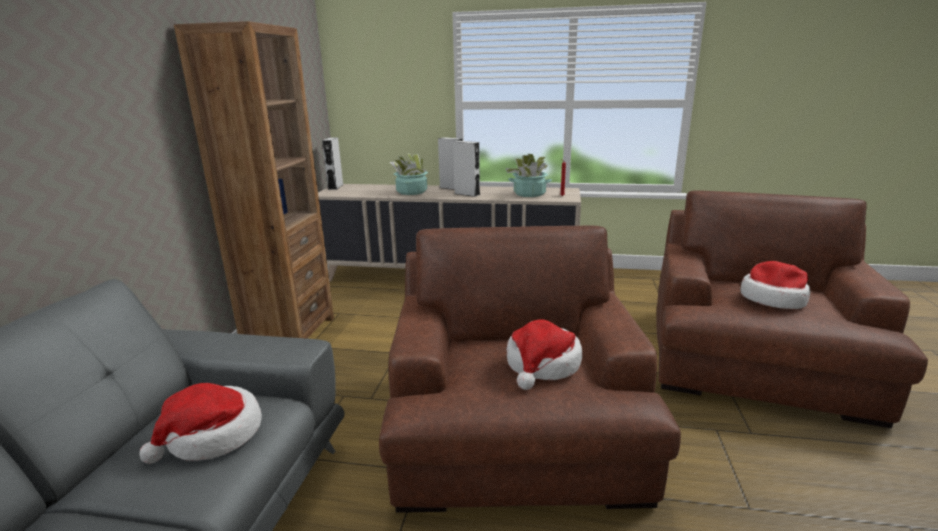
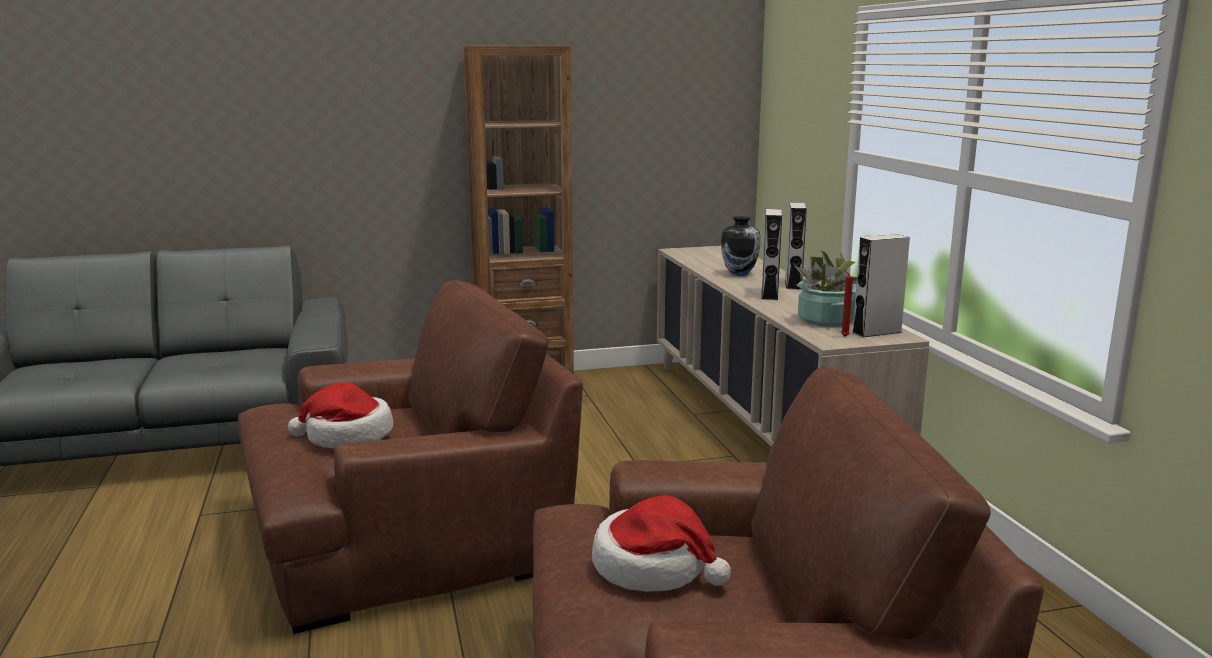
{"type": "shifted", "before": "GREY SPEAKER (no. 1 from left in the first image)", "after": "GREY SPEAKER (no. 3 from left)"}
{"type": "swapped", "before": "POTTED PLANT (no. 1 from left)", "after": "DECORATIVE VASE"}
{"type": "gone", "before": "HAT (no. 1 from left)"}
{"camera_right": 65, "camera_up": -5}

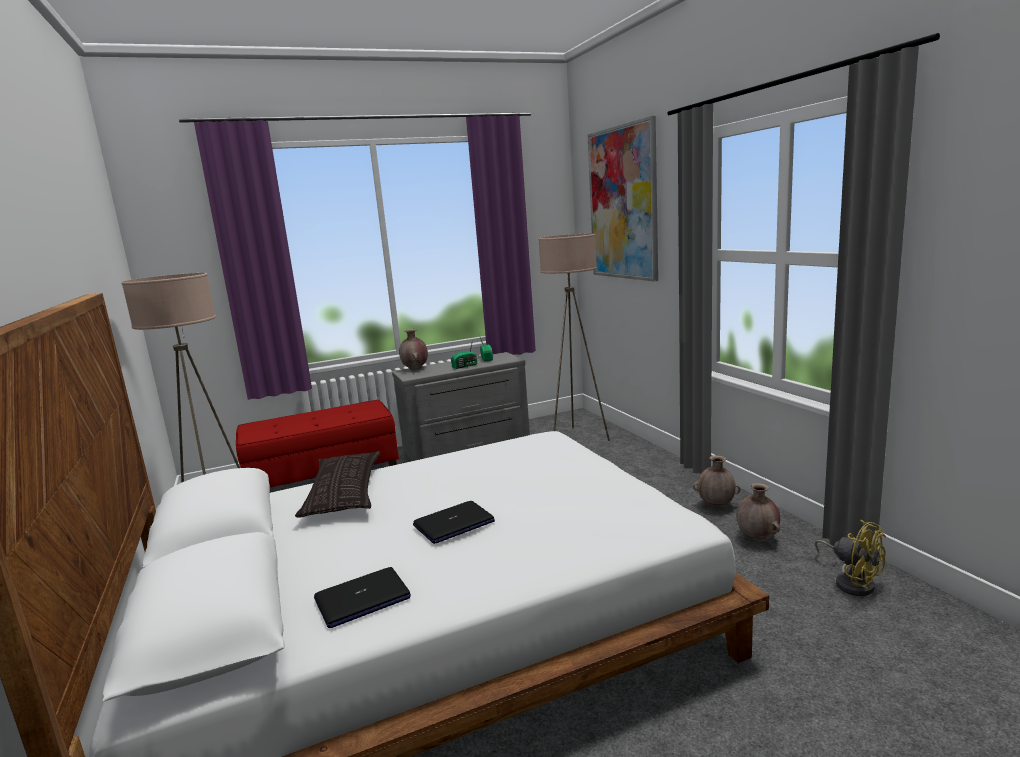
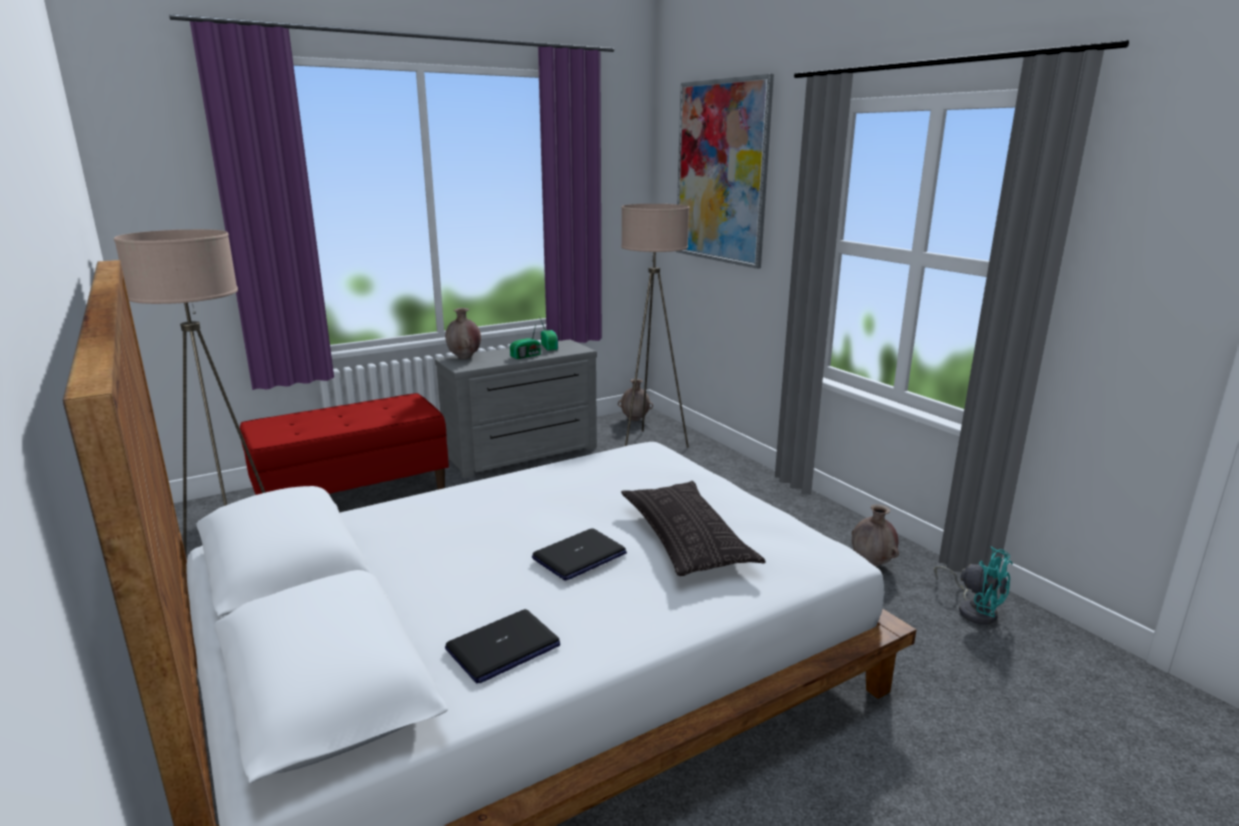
{"type": "shifted", "before": "PILLOW"}
{"type": "shifted", "before": "BROWN DECORATIVE VASE (no. 2 from left)"}
{"type": "repainted", "before": "YELLOWISH COOLING FAN", "after": "BLUE-GREEN COOLING FAN"}
{"camera_right": -10, "camera_up": 5}

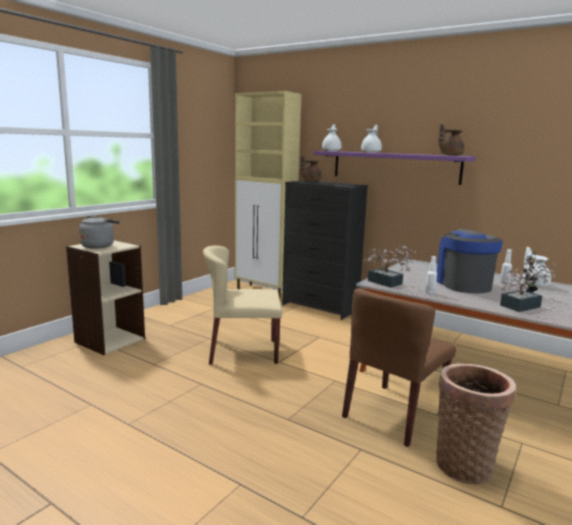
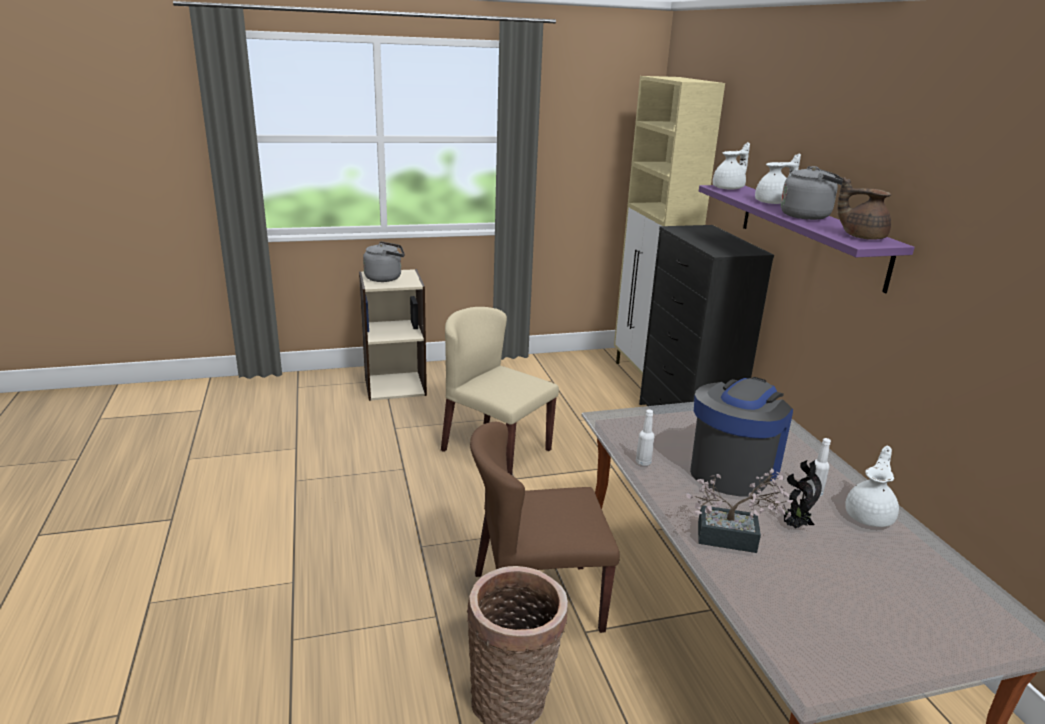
{"type": "gone", "before": "BROWN POT FOR TEA (no. 1 from left)"}
{"type": "gone", "before": "POTTED PLANT (no. 1 from left)"}
{"type": "new", "after": "GREY WATER KETTLE (no. 2 from left)"}
{"camera_right": 40, "camera_up": 10}

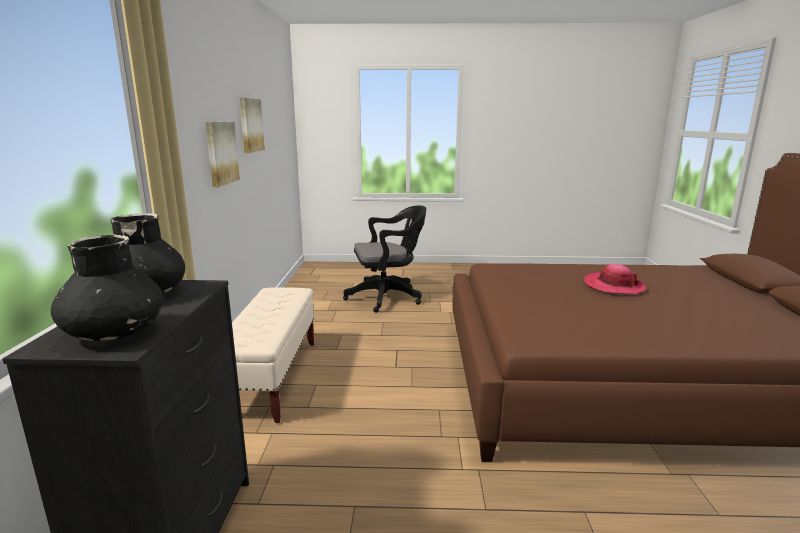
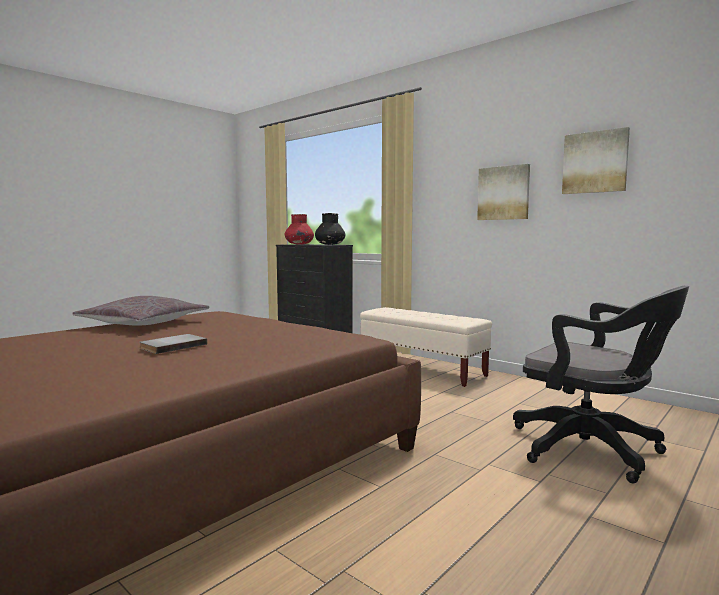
{"type": "rotated", "before": "BLACK-COLOURED OFFICE CHAIR", "turn": -75}
{"type": "repainted", "before": "BLACK-COLOURED DECORATIVE VASE (no. 1 from left)", "after": "RED DECORATIVE VASE"}
{"type": "swapped", "before": "HAT", "after": "GREY BOUND BOOK"}
{"type": "new", "after": "GREY PILLOW"}
{"camera_right": 130, "camera_up": -10}

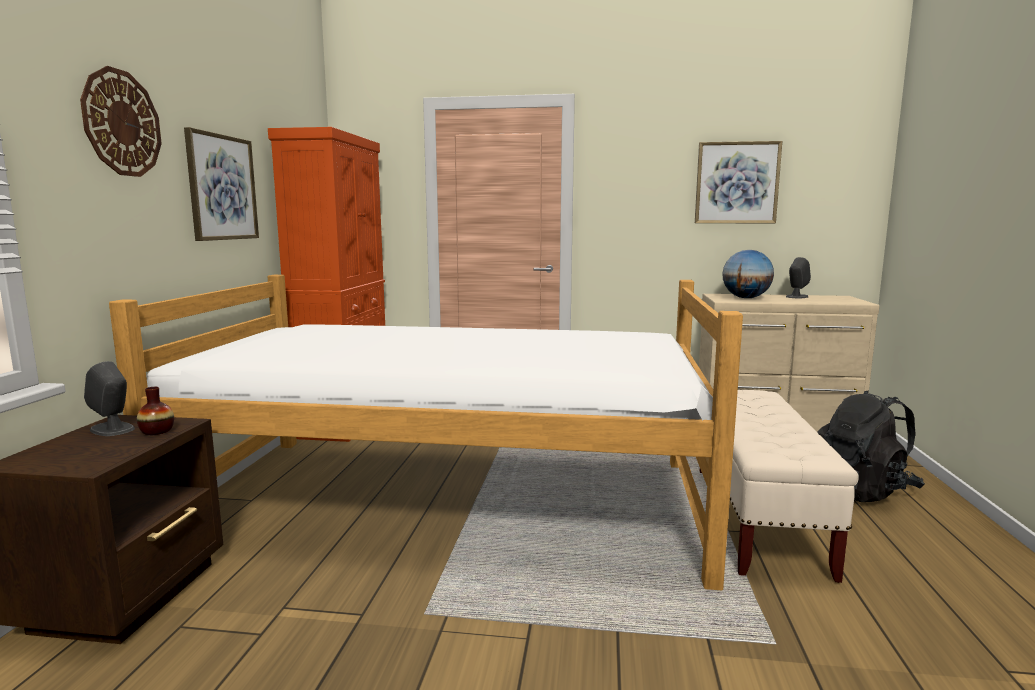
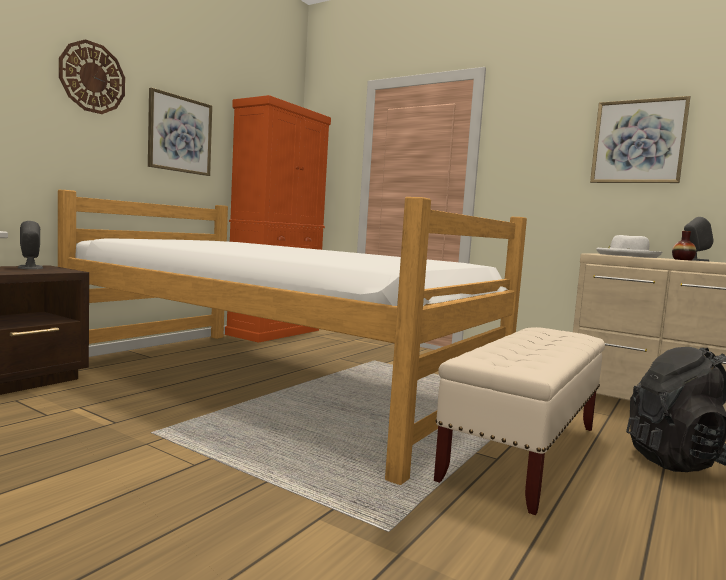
{"type": "swapped", "before": "WORLD GLOBE", "after": "WHITE-COLOURED HAT"}
{"type": "shifted", "before": "DECORATIVE VASE"}
{"camera_right": 25, "camera_up": -5}

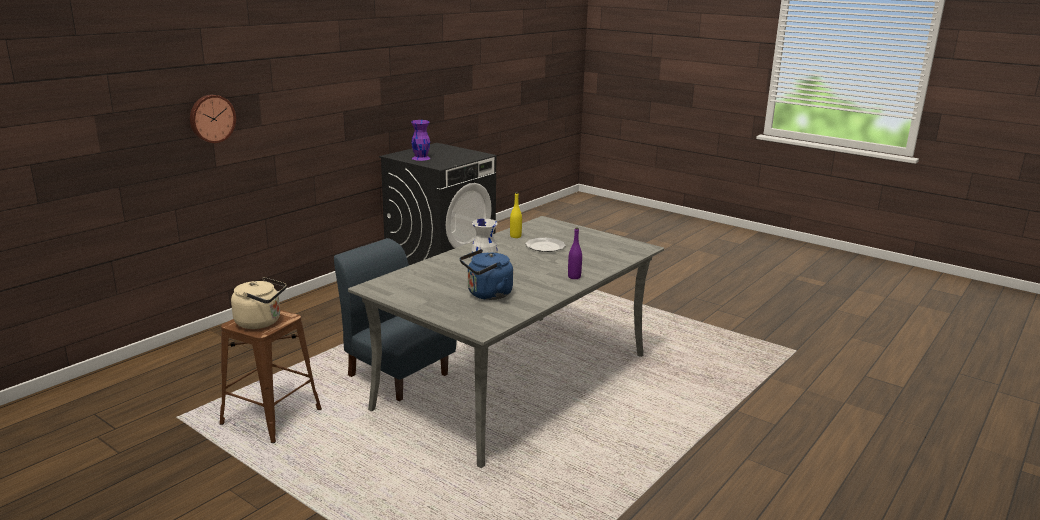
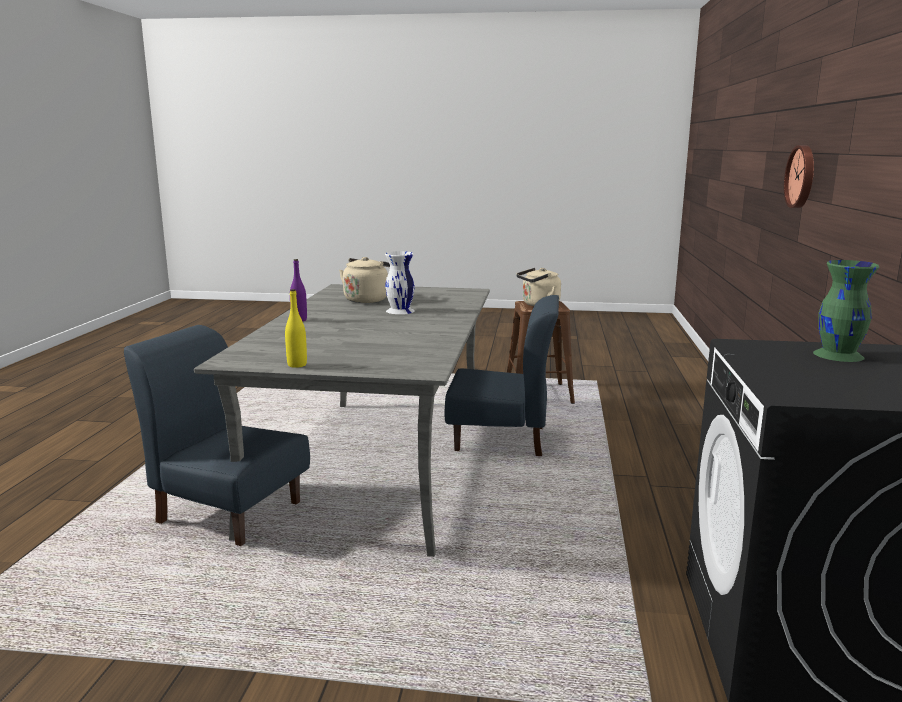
{"type": "repainted", "before": "PURPLISH DECORATIVE VASE", "after": "GREENISH DECORATIVE VASE"}
{"type": "shifted", "before": "YELLOWISH BOTTLE"}
{"type": "gone", "before": "DINNER PLATE"}
{"type": "repainted", "before": "BLUE-COLOURED WATER KETTLE", "after": "BEIGE-COLOURED WATER KETTLE (no. 1 from left)"}
{"type": "new", "after": "BLUE-COLOURED UPRIGHT CHAIR (no. 1 from left)"}
{"camera_right": 150, "camera_up": -5}

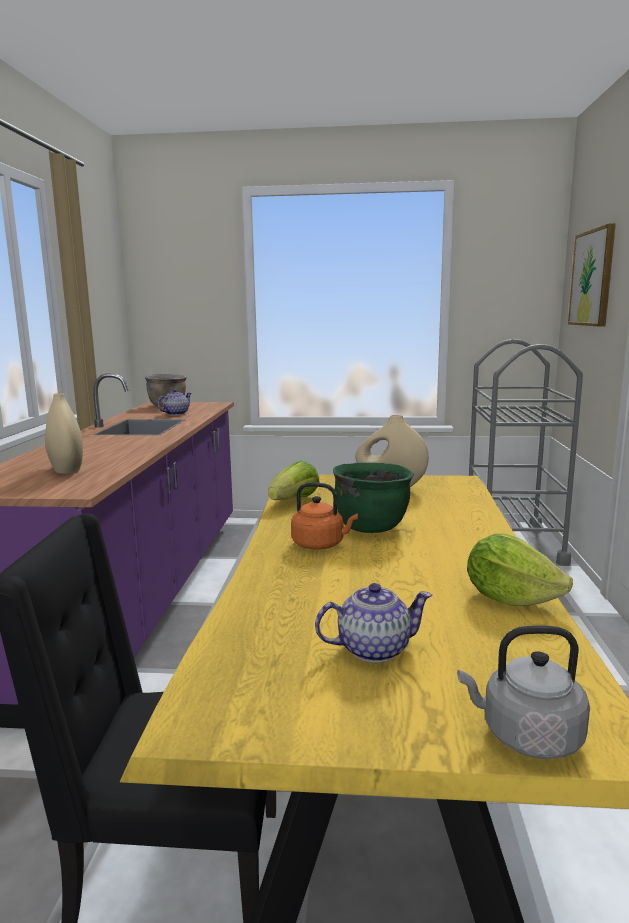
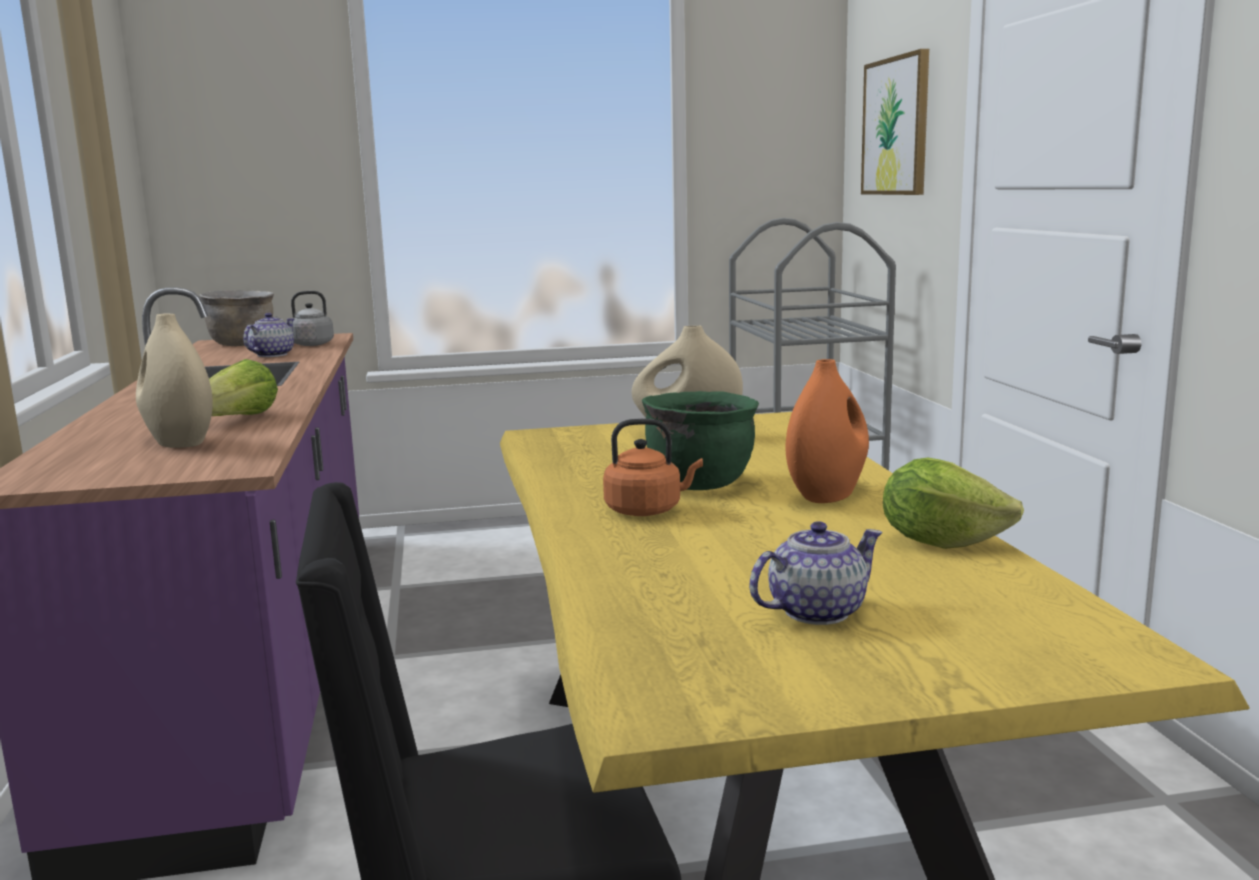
{"type": "shifted", "before": "LETTUCE HEAD (no. 1 from left)"}
{"type": "shifted", "before": "GREY WATER KETTLE"}
{"type": "new", "after": "ORANGEY DECORATIVE VASE"}
{"camera_right": -15, "camera_up": 0}

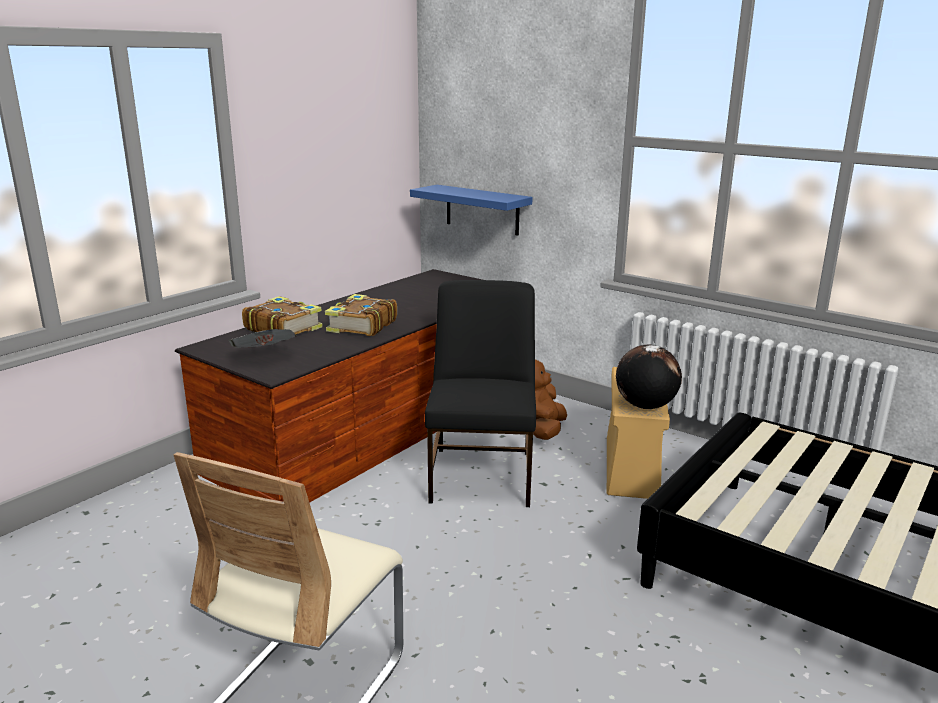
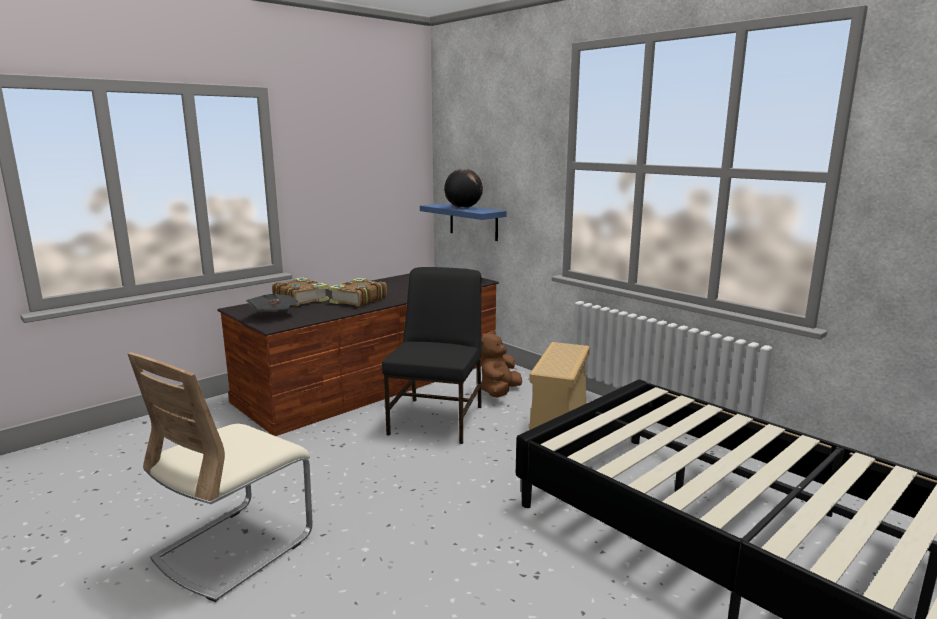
{"type": "shifted", "before": "WORLD GLOBE"}
{"camera_right": 10, "camera_up": -5}

